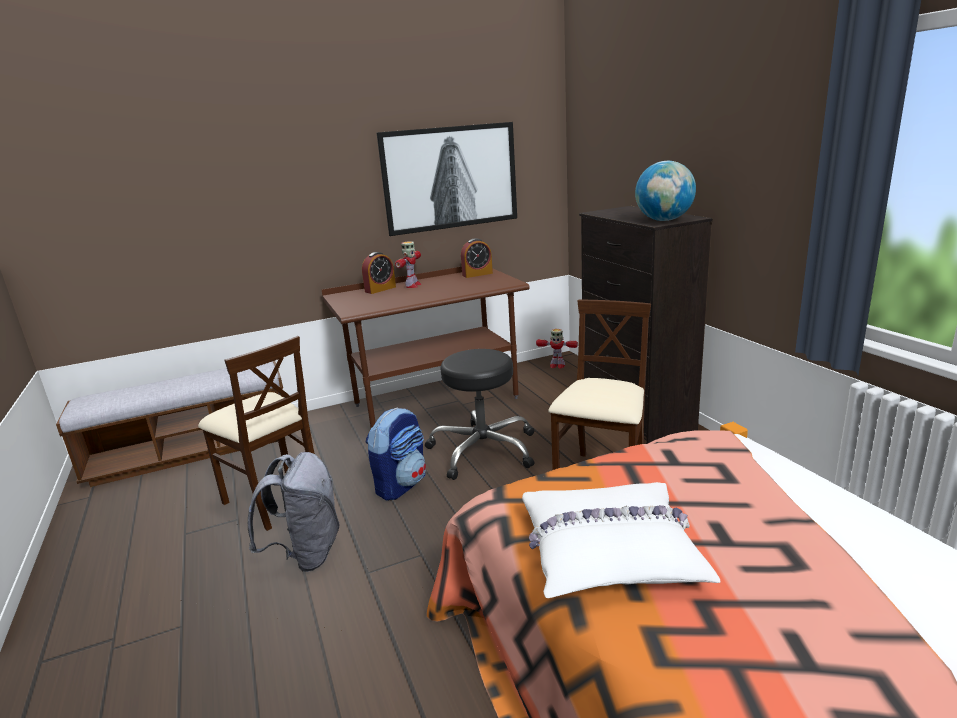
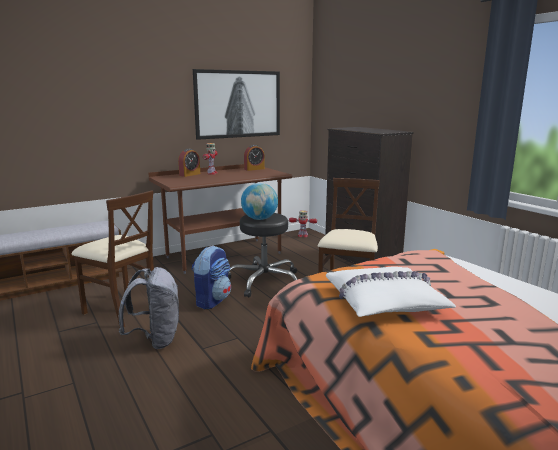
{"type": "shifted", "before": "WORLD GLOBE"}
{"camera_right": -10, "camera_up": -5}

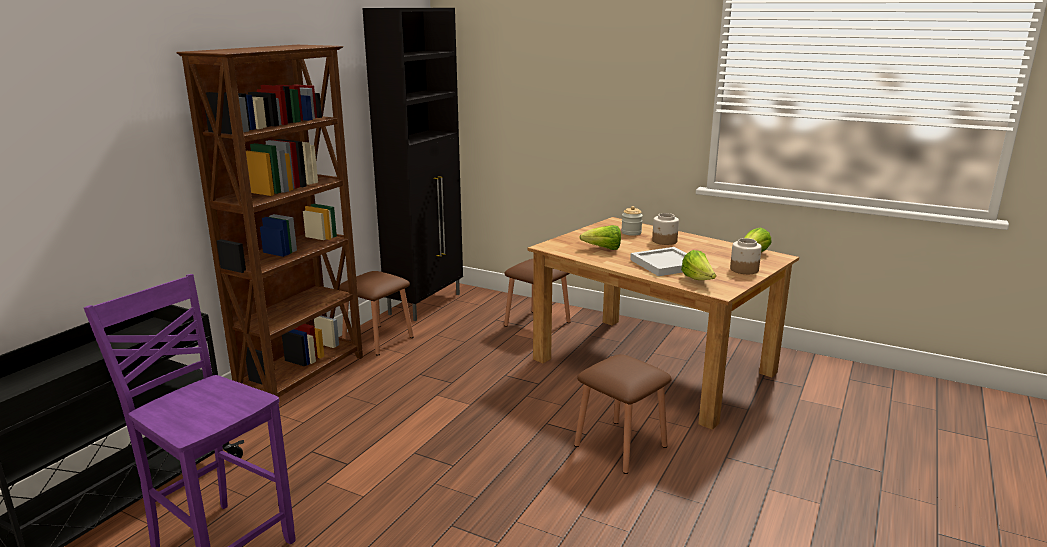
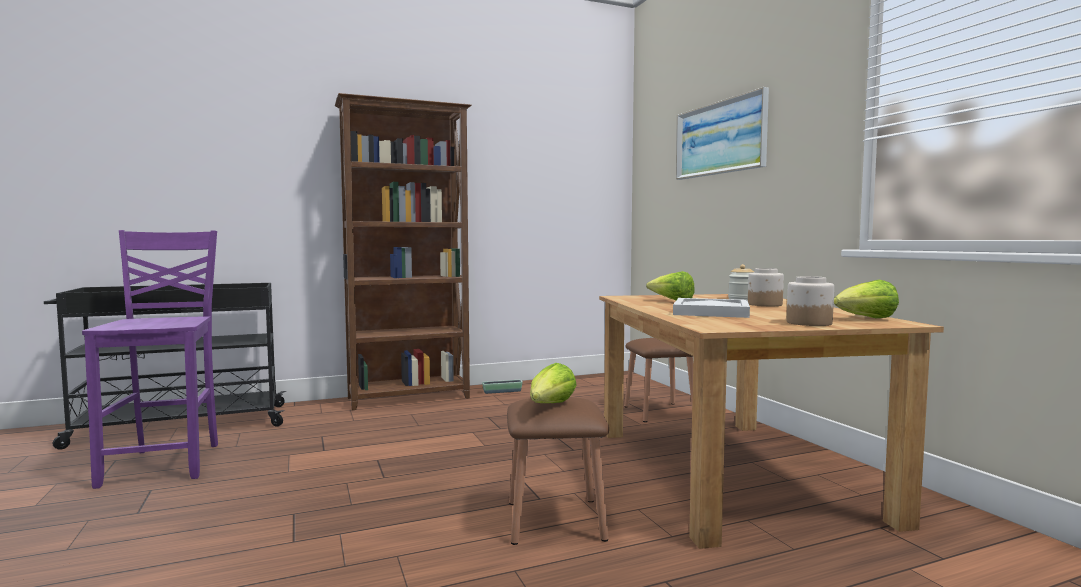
{"type": "gone", "before": "BLACK-COLOURED CABINET"}
{"type": "shifted", "before": "LETTUCE HEAD (no. 2 from left in the first image)", "after": "LETTUCE HEAD (no. 1 from left)"}
{"type": "swapped", "before": "BROWN SITTING STOOL (no. 1 from left)", "after": "FLOWER POT"}
{"type": "new", "after": "PICTURE"}
{"camera_right": 40, "camera_up": -15}

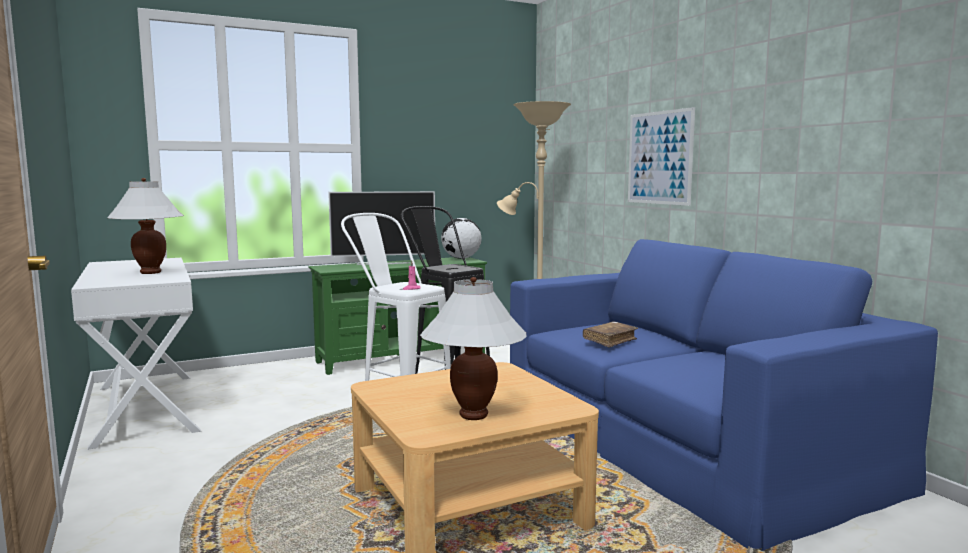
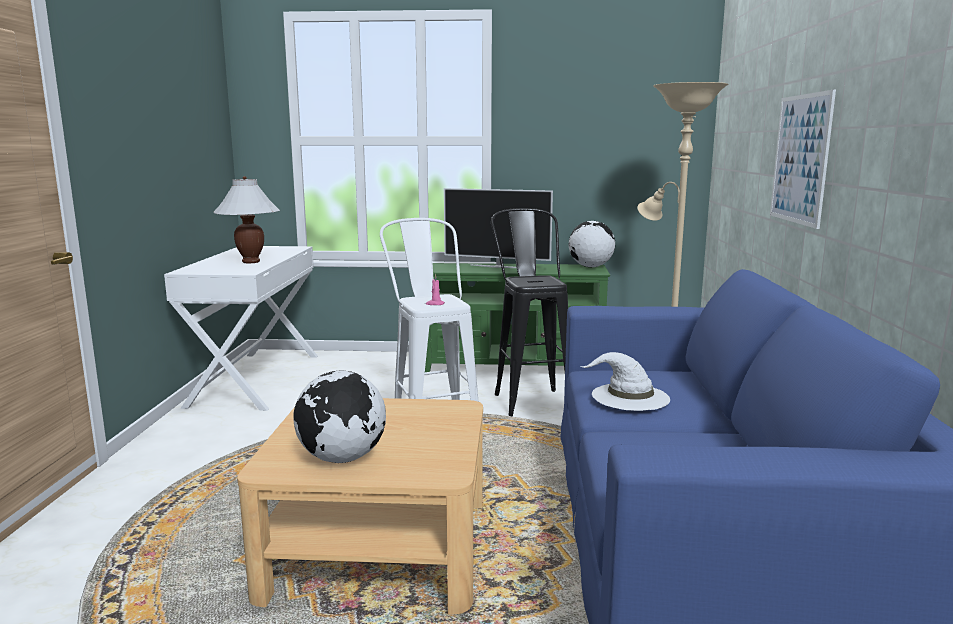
{"type": "swapped", "before": "WHITE-COLOURED LAMP FOR A TABLE (no. 2 from left)", "after": "WORLD GLOBE (no. 1 from left)"}
{"type": "swapped", "before": "BROWN BOUND BOOK", "after": "WHITE-COLOURED HAT"}
{"camera_right": 30, "camera_up": 5}

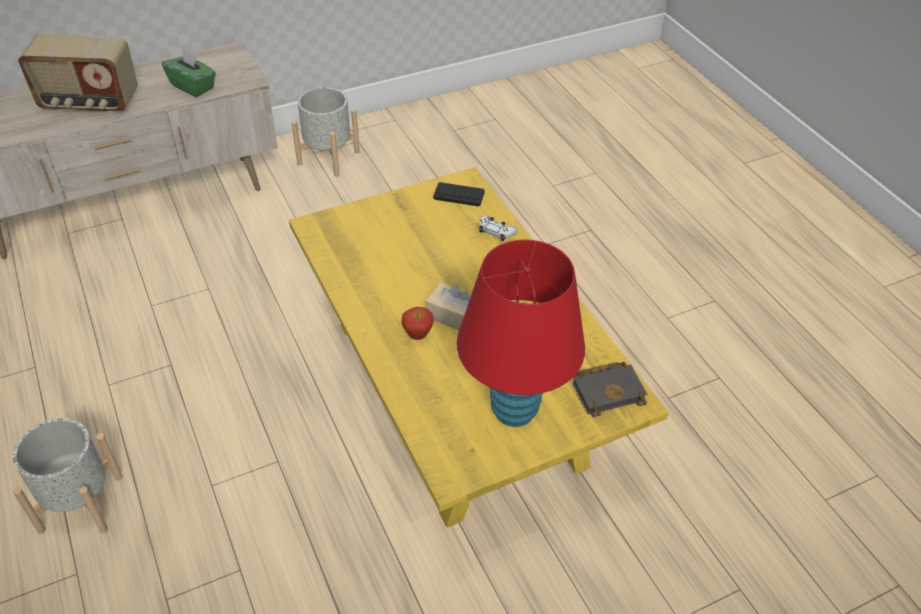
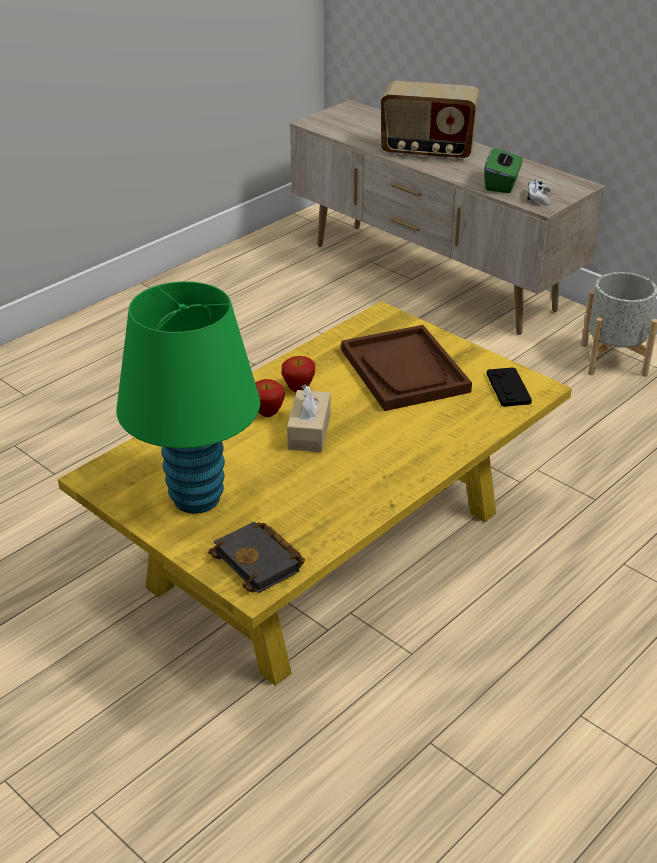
{"type": "rotated", "before": "RADIO", "turn": -60}
{"type": "shifted", "before": "WHITE-COLOURED GAMEPAD"}
{"type": "repainted", "before": "RED LAMP FOR A TABLE", "after": "GREENISH LAMP FOR A TABLE"}
{"type": "gone", "before": "GREY FLOWER POT (no. 1 from left)"}
{"type": "new", "after": "BROWN TRAY"}
{"type": "new", "after": "APPLE (no. 2 from left)"}
{"camera_right": 70, "camera_up": -10}

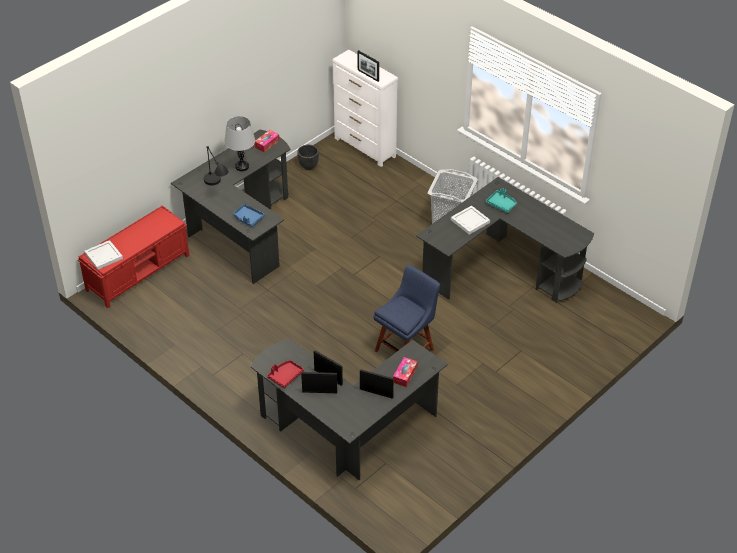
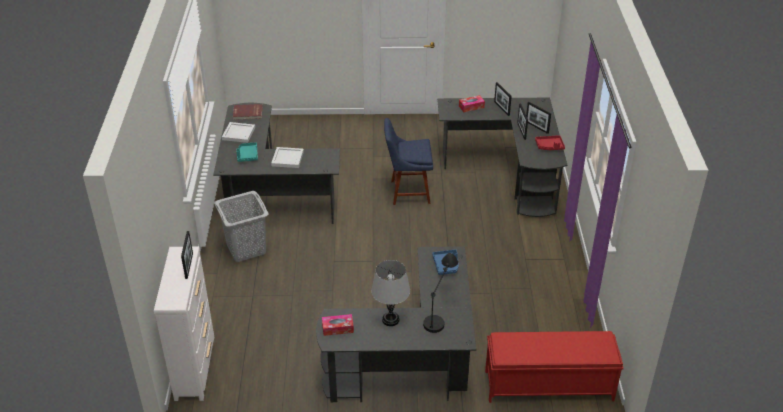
{"type": "gone", "before": "BLACK-COLOURED FLOWER POT"}
{"type": "shifted", "before": "WHITE-COLOURED TRAY (no. 1 from left)"}
{"type": "new", "after": "RED BOUND BOOK"}
{"camera_right": -135, "camera_up": -5}

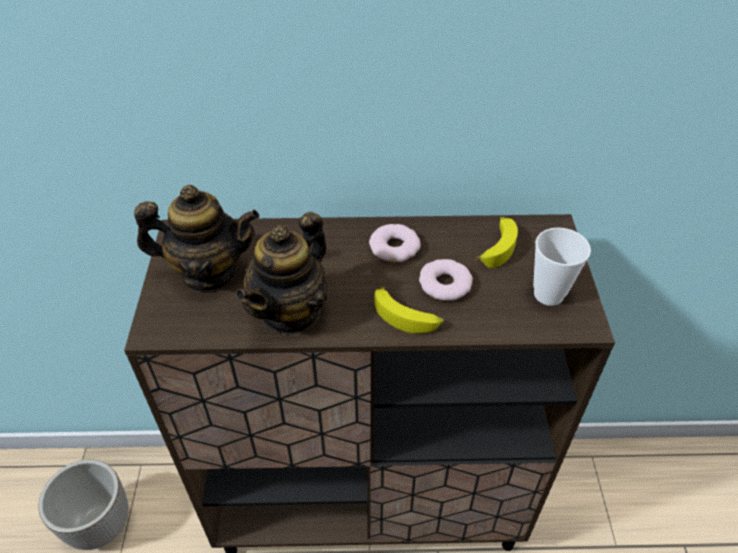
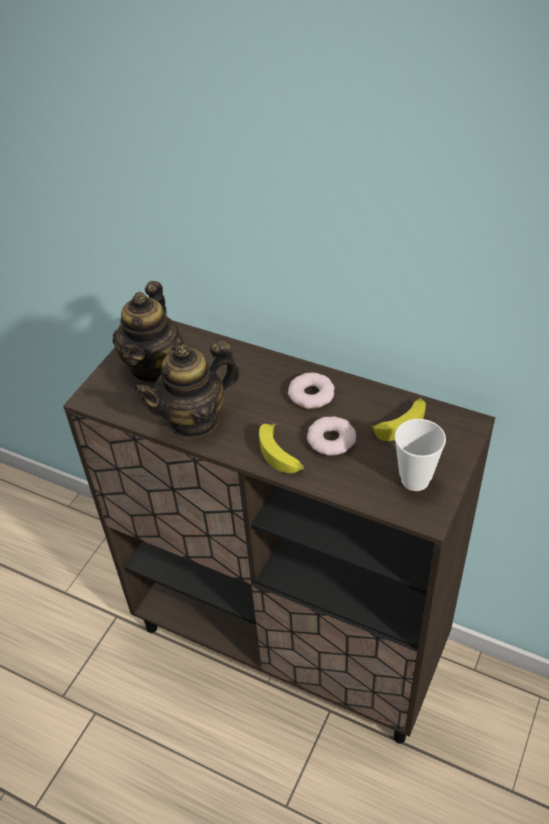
{"type": "rotated", "before": "POT FOR TEA (no. 1 from left)", "turn": 75}
{"type": "gone", "before": "FLOWER POT"}
{"camera_right": 30, "camera_up": 0}

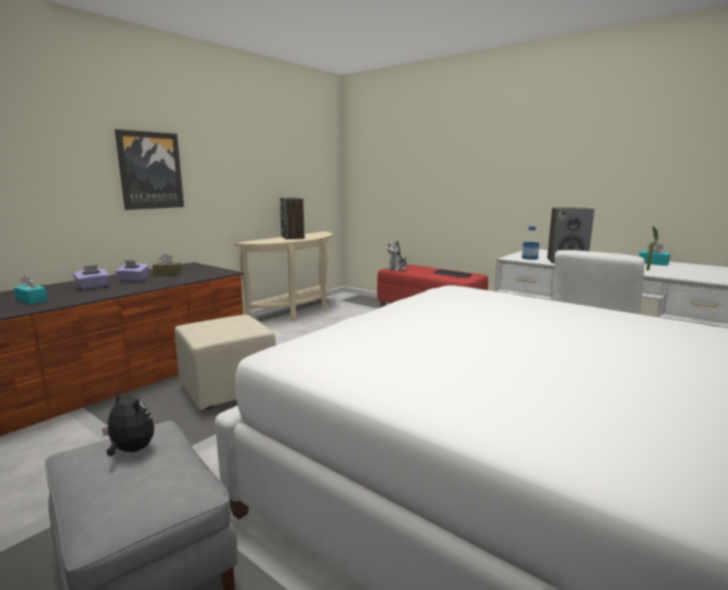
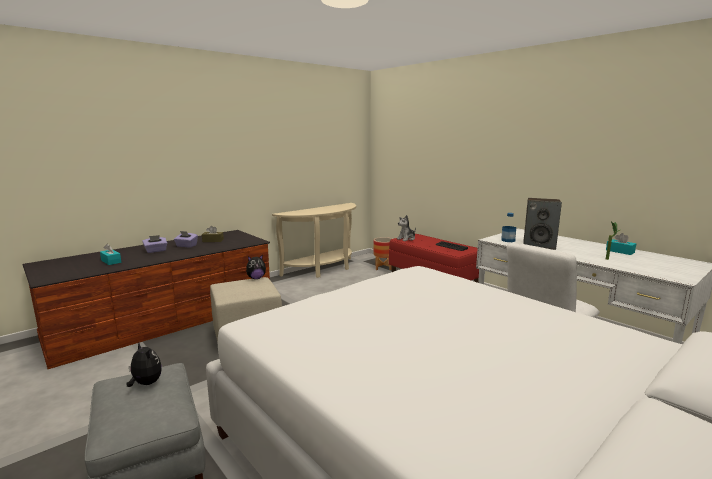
{"type": "gone", "before": "PICTURE"}
{"type": "gone", "before": "SPEAKER (no. 1 from left)"}
{"type": "new", "after": "FLOWER POT"}
{"type": "new", "after": "SOFT TOY (no. 2 from left)"}
{"camera_right": 10, "camera_up": 0}

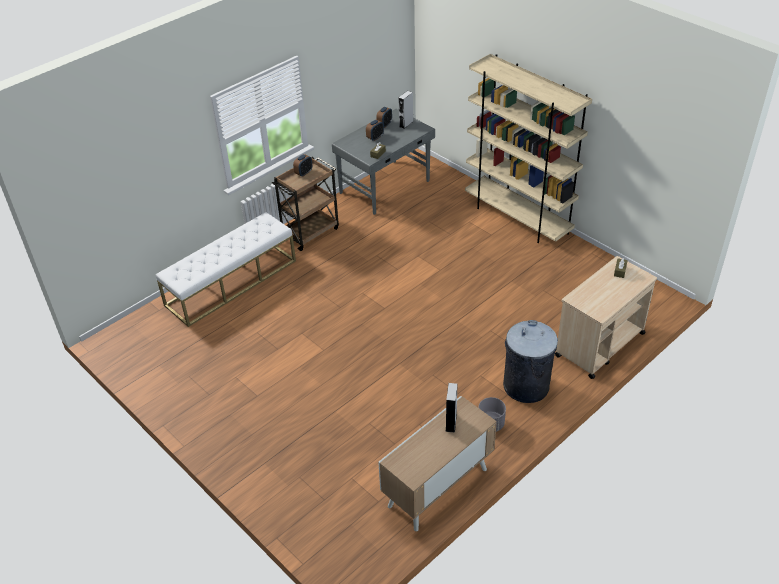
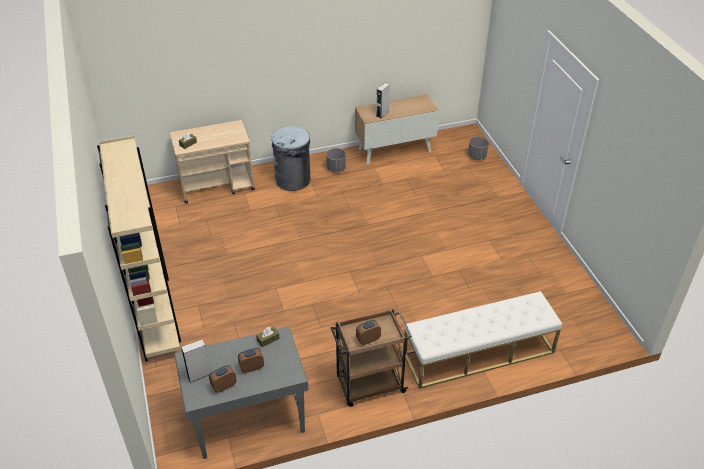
{"type": "new", "after": "GREY FLOWER POT (no. 2 from left)"}
{"camera_right": -155, "camera_up": 0}

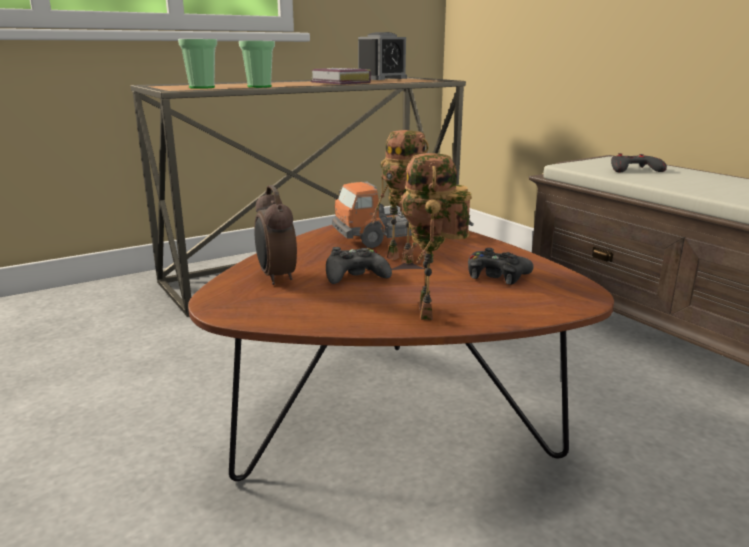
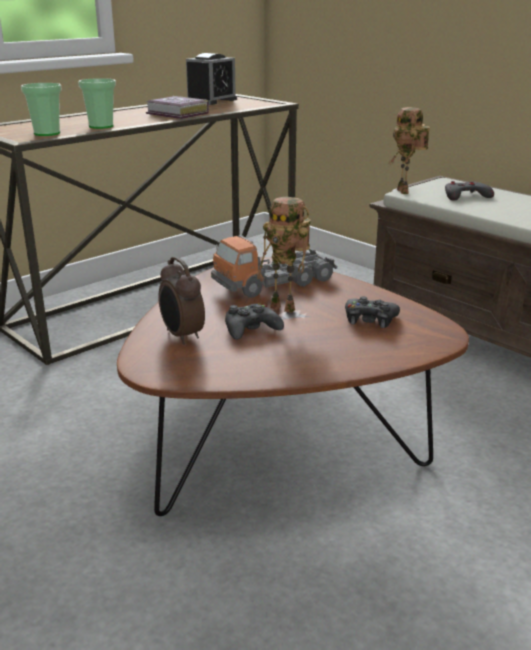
{"type": "shifted", "before": "ROBOT FIGURE (no. 2 from left)"}
{"camera_right": -10, "camera_up": 5}

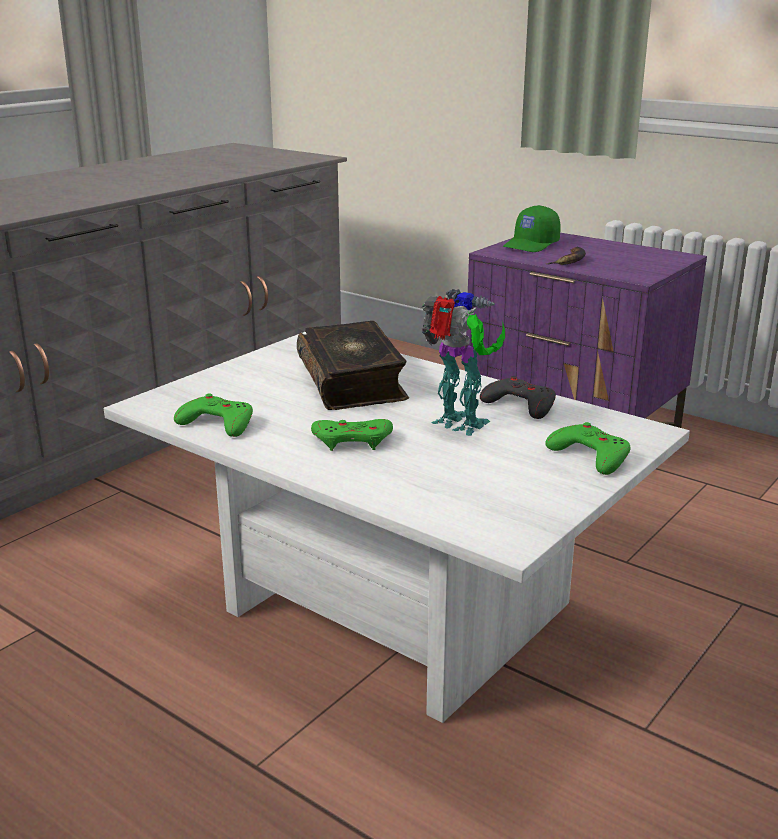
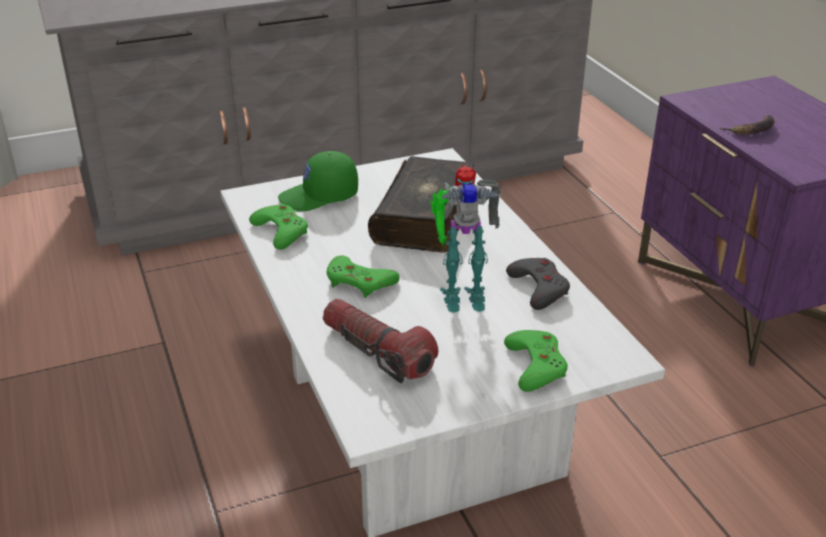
{"type": "shifted", "before": "GREENISH BASEBALL CAP"}
{"type": "rotated", "before": "ROBOT FIGURE", "turn": 105}
{"type": "new", "after": "FLASHLIGHT"}
{"camera_right": 30, "camera_up": 10}

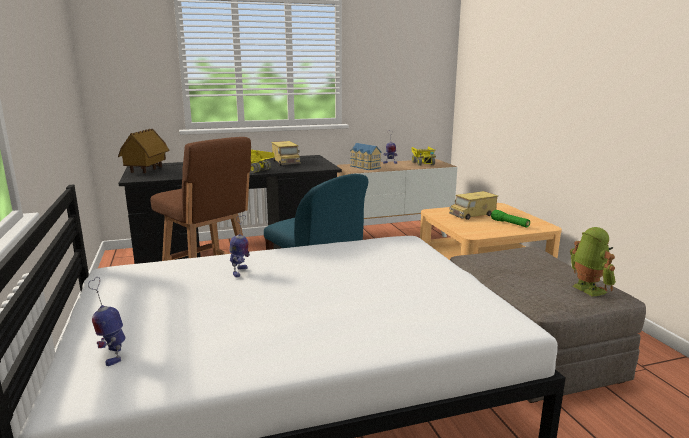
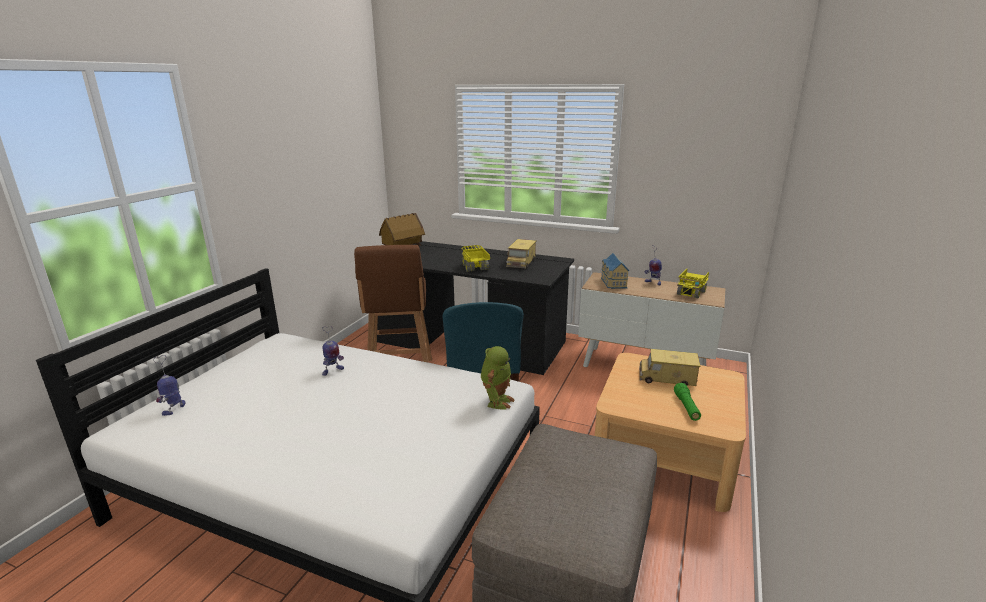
{"type": "shifted", "before": "ROBOT FIGURE (no. 4 from left in the first image)", "after": "ROBOT FIGURE (no. 3 from left)"}
{"camera_right": 40, "camera_up": 5}

